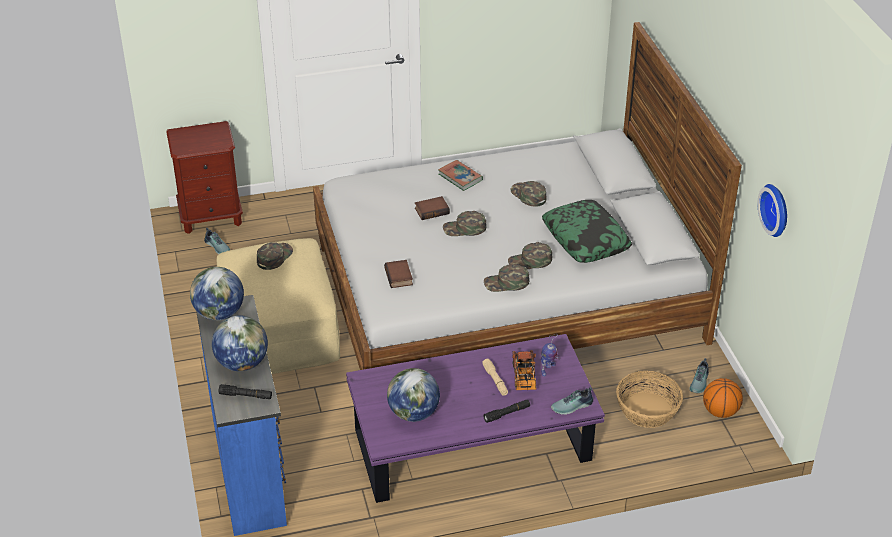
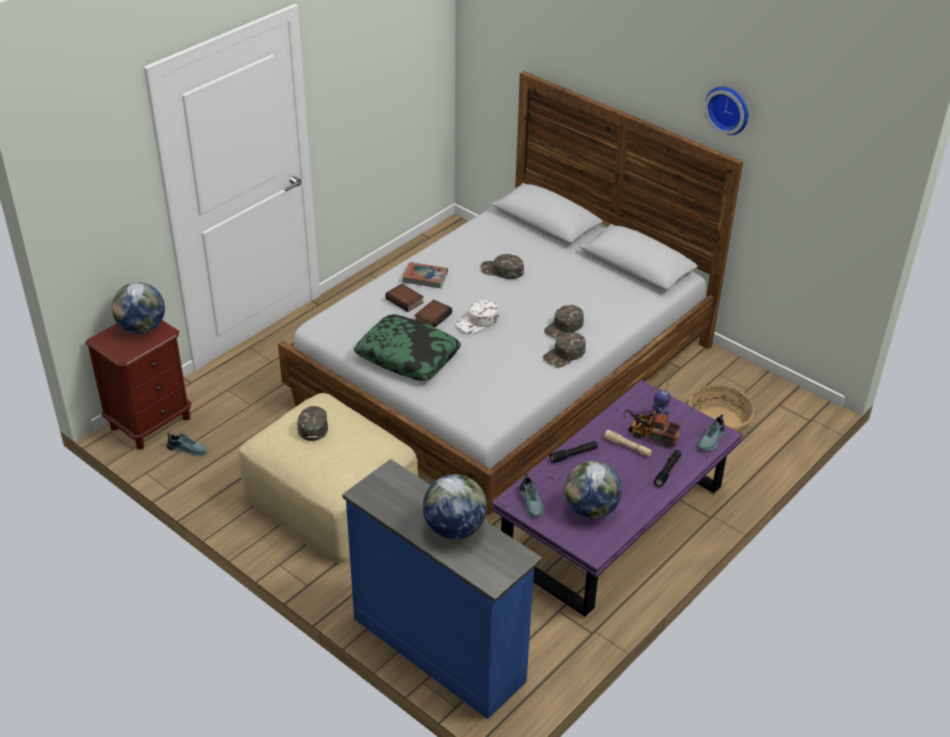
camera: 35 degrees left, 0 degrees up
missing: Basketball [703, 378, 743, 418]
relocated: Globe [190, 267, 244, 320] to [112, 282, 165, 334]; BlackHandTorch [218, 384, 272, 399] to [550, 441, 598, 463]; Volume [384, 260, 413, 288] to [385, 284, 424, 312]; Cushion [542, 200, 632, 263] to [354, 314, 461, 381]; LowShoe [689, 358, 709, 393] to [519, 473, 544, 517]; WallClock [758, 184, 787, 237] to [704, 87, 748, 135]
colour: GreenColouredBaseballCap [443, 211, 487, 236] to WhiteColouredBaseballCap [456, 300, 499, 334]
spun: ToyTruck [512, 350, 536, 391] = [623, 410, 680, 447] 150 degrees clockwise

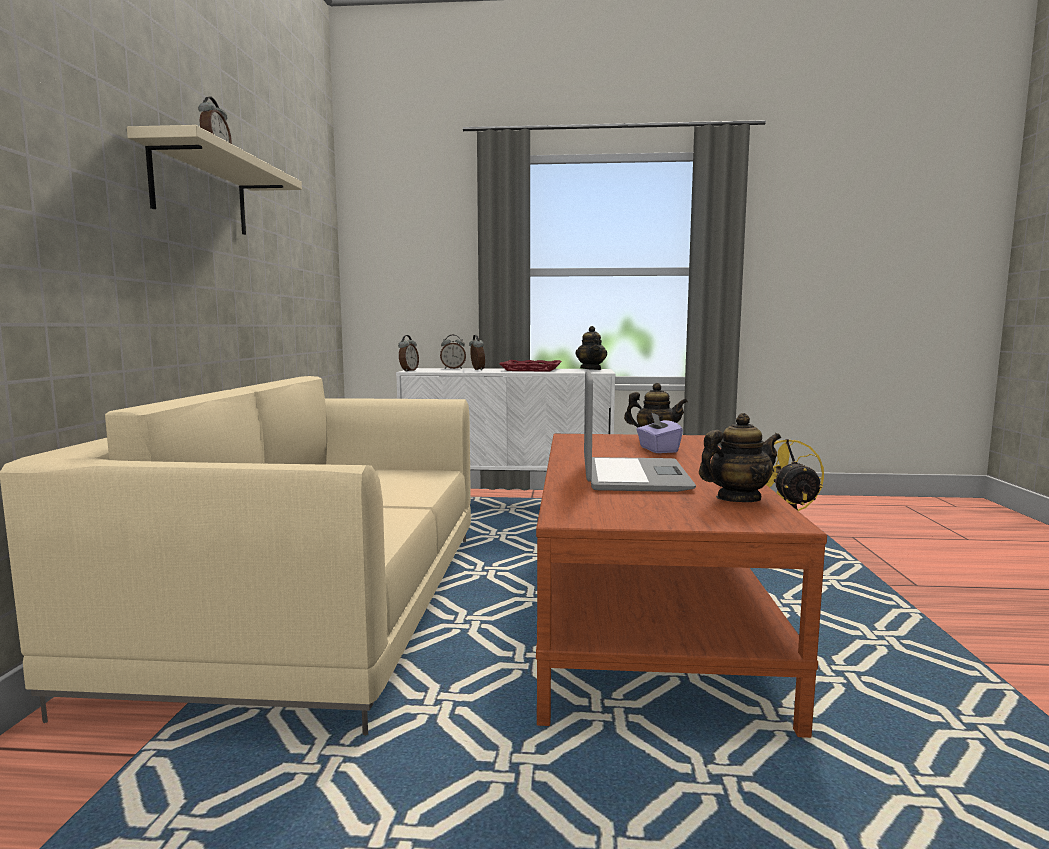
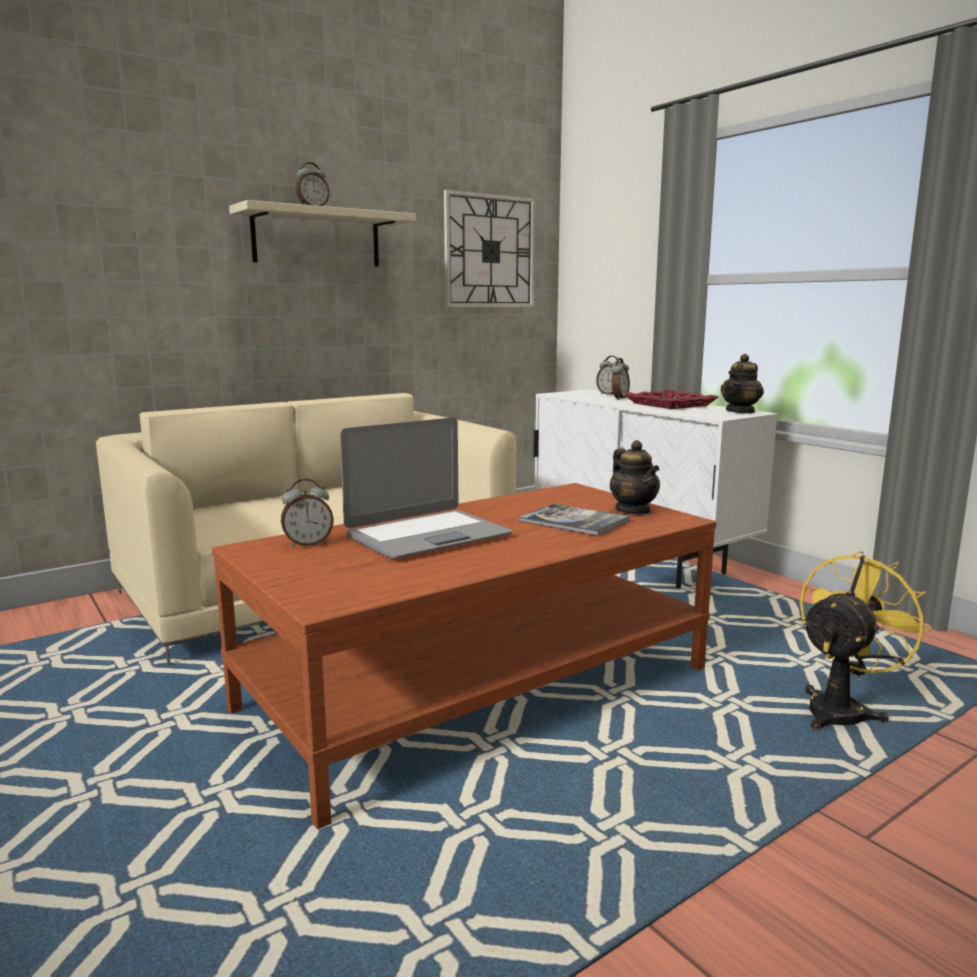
camera: 50 degrees right, 5 degrees up
missing: Teapot [699, 413, 781, 502]
appeared: WallClock [444, 189, 535, 307]
relocated: TableClock [398, 335, 419, 372] to [281, 479, 334, 547]
exchanged: PurplishTissueBox [636, 412, 683, 453] to Volume [519, 504, 630, 536]

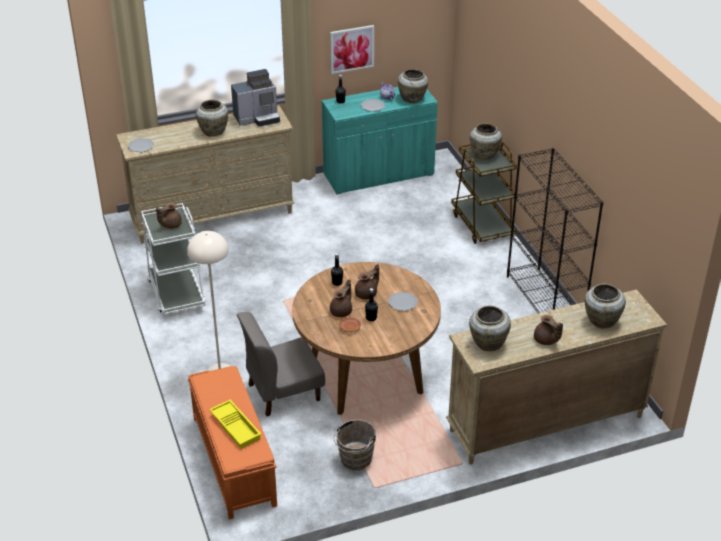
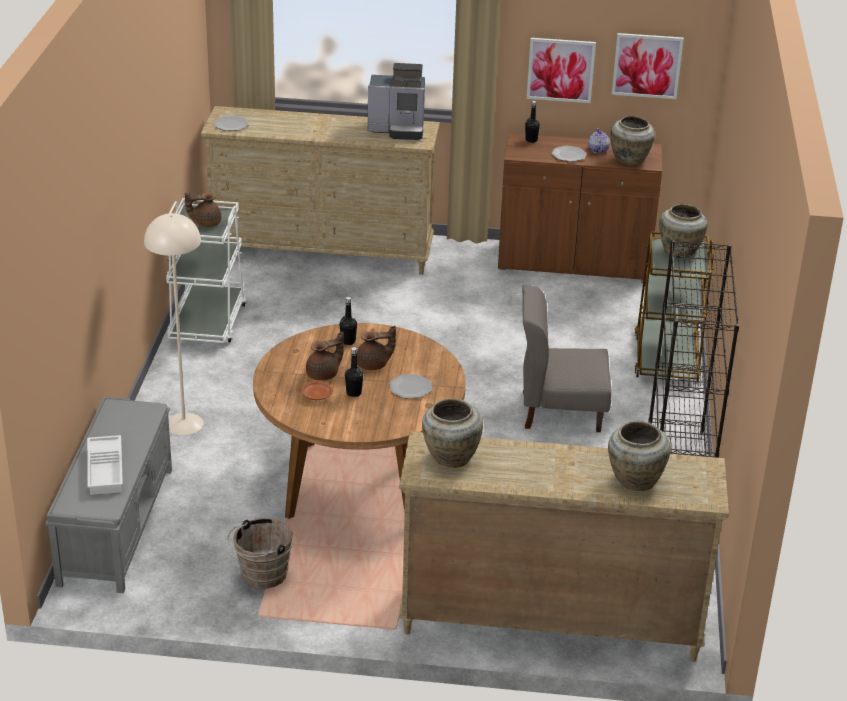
camera: 25 degrees right, 5 degrees down
missing: SandColouredVase [196, 100, 228, 137]; BrownTeapot [534, 315, 563, 345]
appeared: WallPicture [612, 33, 684, 99]
relocated: GrayPlainChair [237, 312, 325, 416] to [522, 284, 611, 432]
colour: OrangeLongSeat [188, 366, 277, 519] to GrayLongSeat [45, 397, 172, 593]; YellowCarryingTray [209, 400, 261, 449] to WhiteColouredCarryingTray [87, 435, 123, 495]; BlueGreenStorageCabinet [322, 87, 438, 195] to BrownStorageCabinet [498, 133, 662, 281]

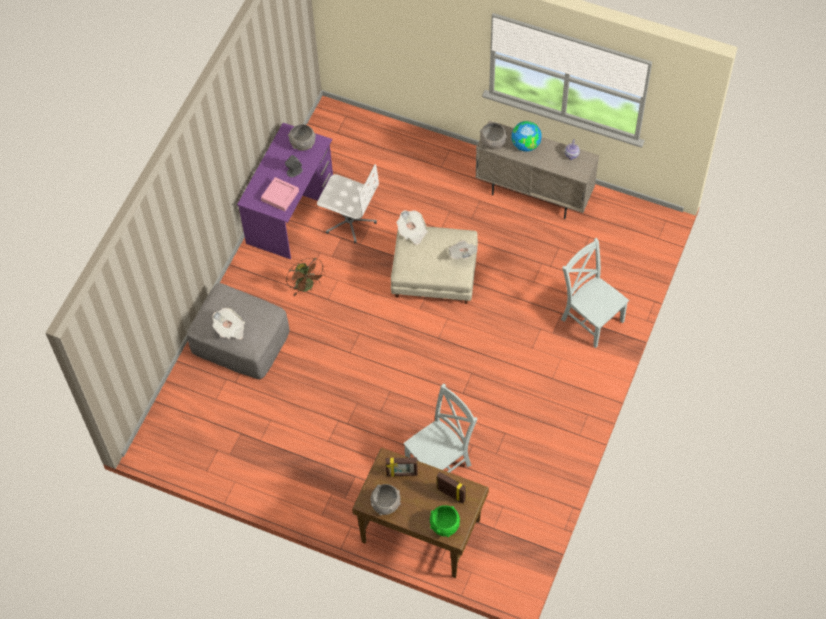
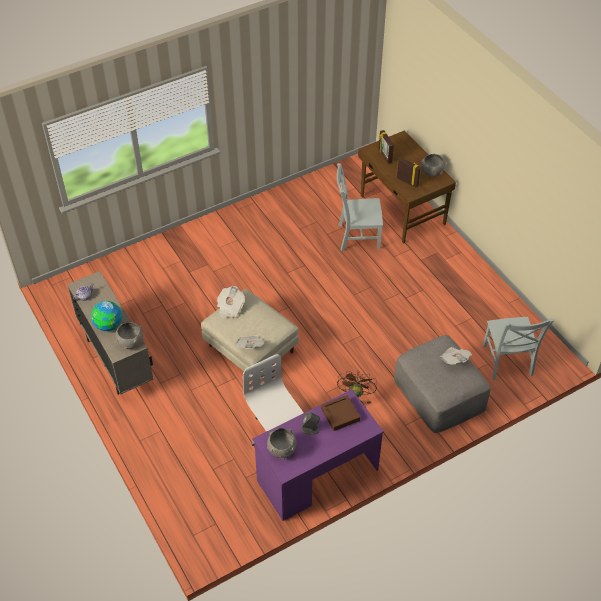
camera: 145 degrees left, 10 degrees down
missing: GreenColouredBowl [430, 505, 460, 537]
relocated: GrayPlainChair [561, 238, 629, 348] to [483, 317, 554, 380]
colour: PinkColouredCarryingTray [261, 177, 299, 211] to BrownCarryingTray [321, 395, 360, 431]

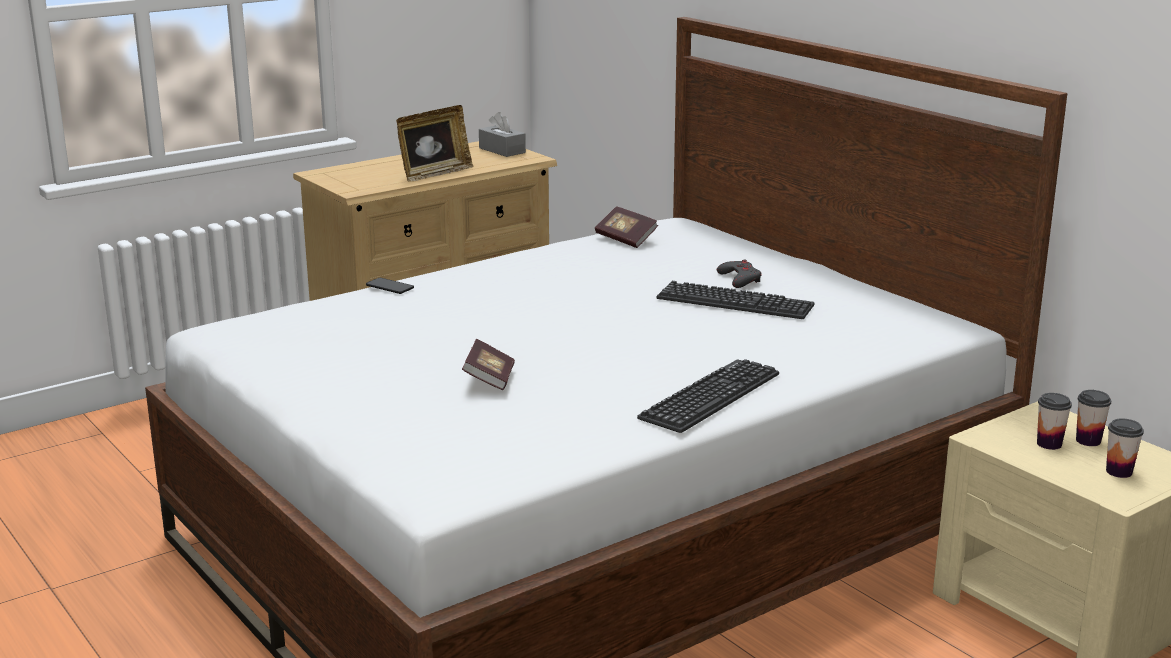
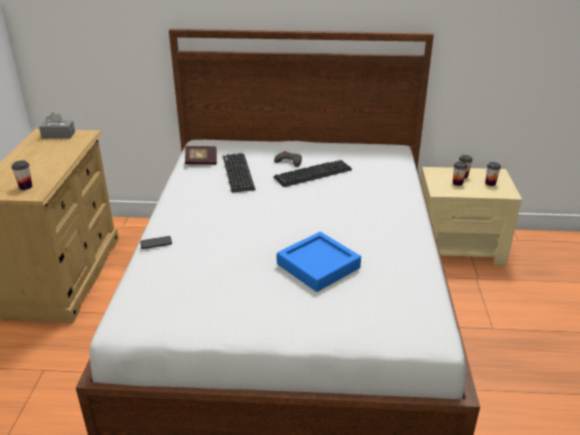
camera: 50 degrees left, 10 degrees up
missing: PictureFrame [396, 105, 473, 182]
appeared: DrinkingCup [11, 160, 32, 190]
relocated: ComputerKeyboard [637, 359, 779, 433] to [223, 153, 255, 192]
exchanged: Volume [462, 339, 515, 390] to BlueCarryingTray [277, 232, 361, 292]

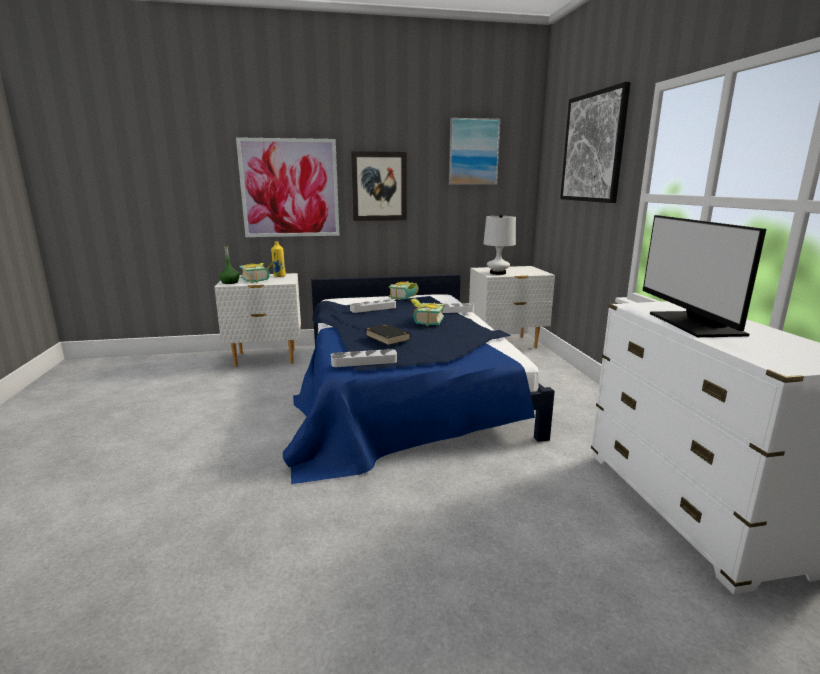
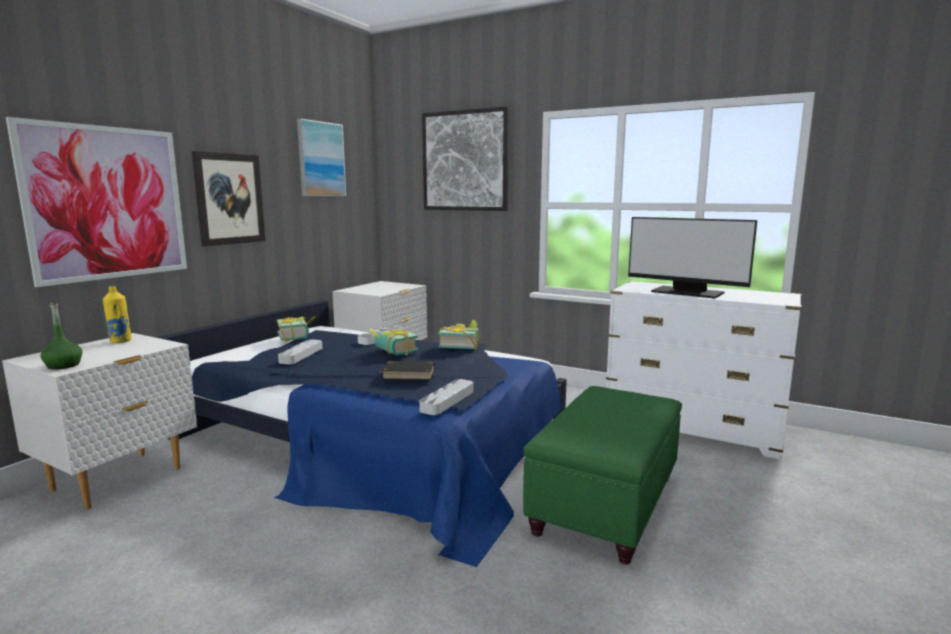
camera: 50 degrees left, 5 degrees down
missing: WhiteColouredLampForATable [483, 214, 516, 275]
appeared: GreenColouredPouffe [523, 386, 682, 565]
relocated: Volume [240, 262, 275, 283] to [438, 320, 479, 350]

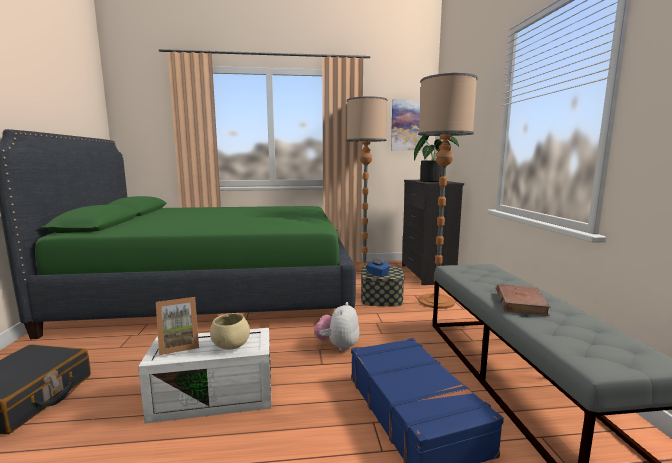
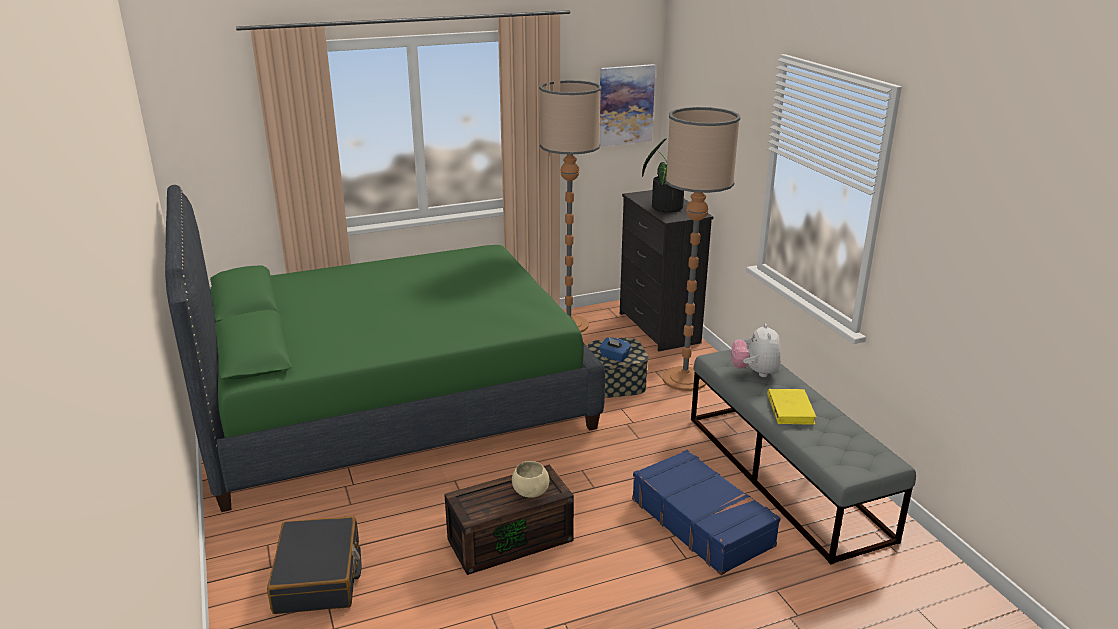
camera: 15 degrees left, 15 degrees up
missing: PictureFrame [156, 297, 199, 355]
relocated: CuddlyToy [314, 302, 359, 351] to [731, 324, 781, 377]
colour: WhiteColouredStorageBox [138, 328, 271, 423] to BrownStorageBox [444, 465, 574, 575]; BrownVolume [496, 284, 551, 316] to YellowVolume [767, 389, 817, 425]

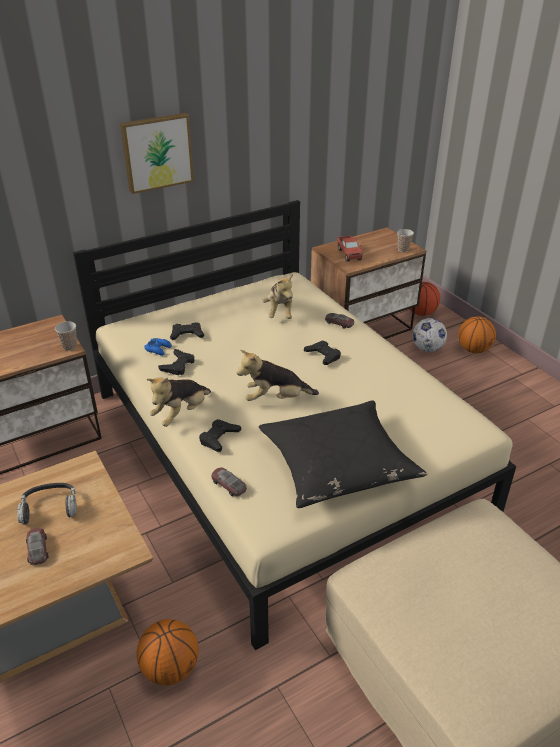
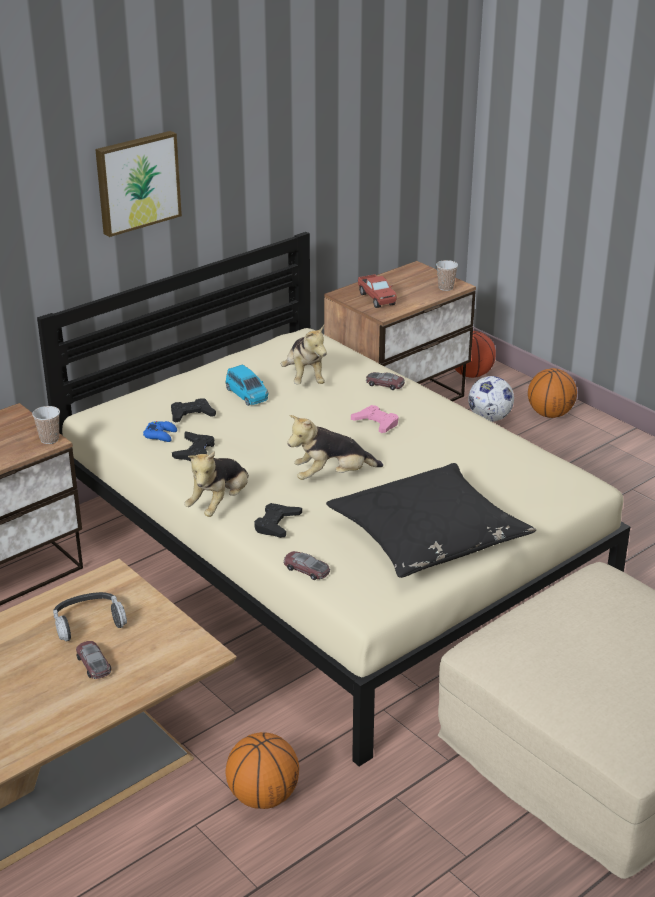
camera: 10 degrees left, 5 degrees down
appeared: BlueModelCar [226, 364, 268, 406]
colour: BlackGamepad [304, 341, 341, 365] to PinkColouredGamepad [351, 405, 399, 433]

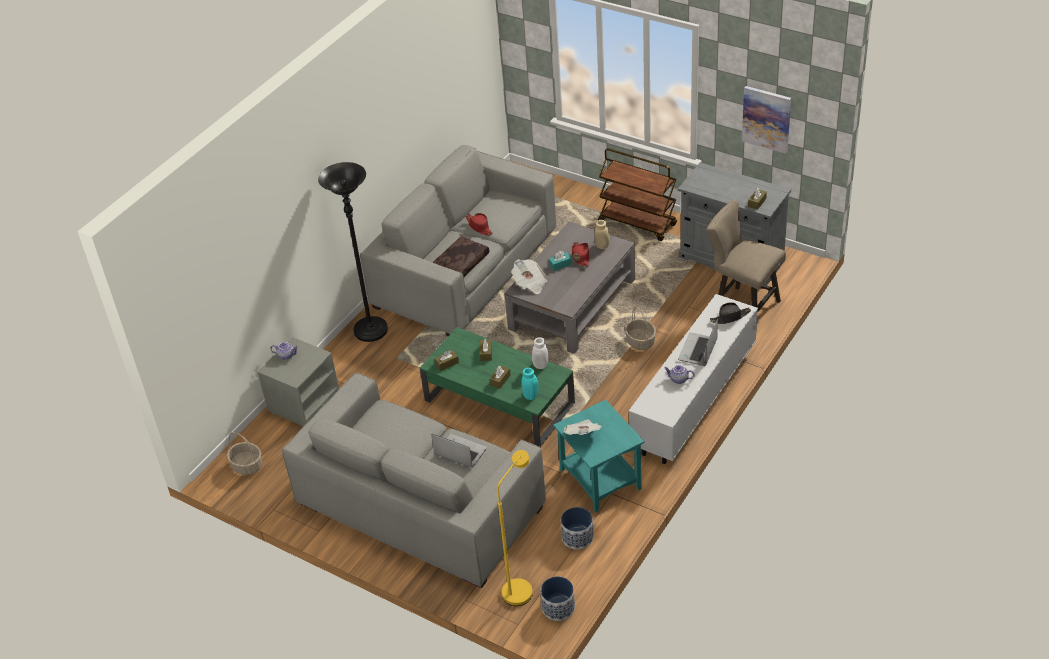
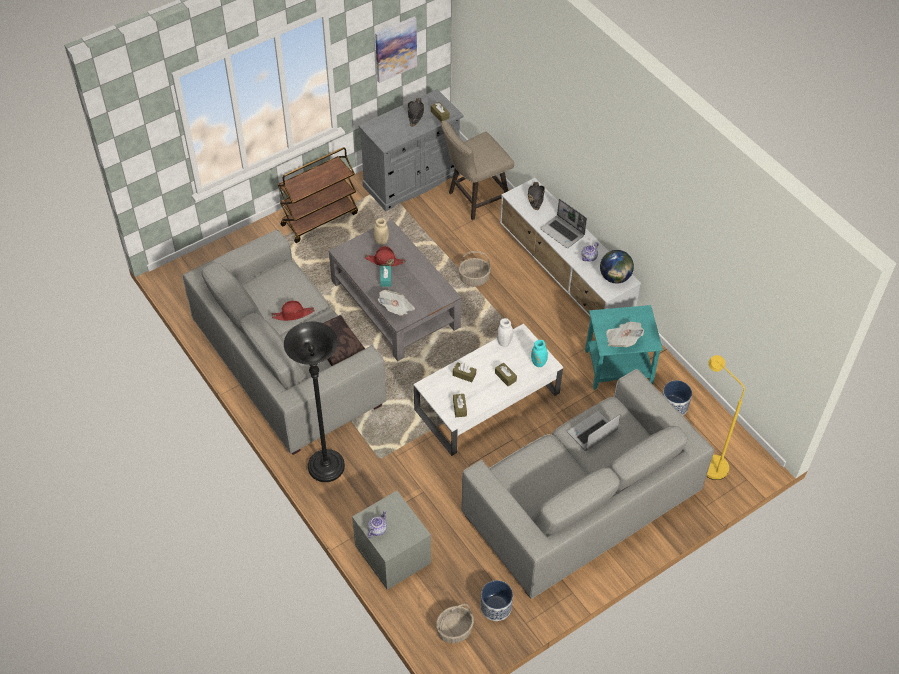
camera: 70 degrees left, 10 degrees up
appeared: BlackHat [407, 98, 424, 126]; Globe [600, 250, 634, 283]
relocated: PlantPot [540, 576, 575, 621] to [481, 580, 513, 621]
colour: GreenColouredLoungeTable [420, 327, 575, 447] to WhiteColouredLoungeTable [414, 324, 563, 456]

